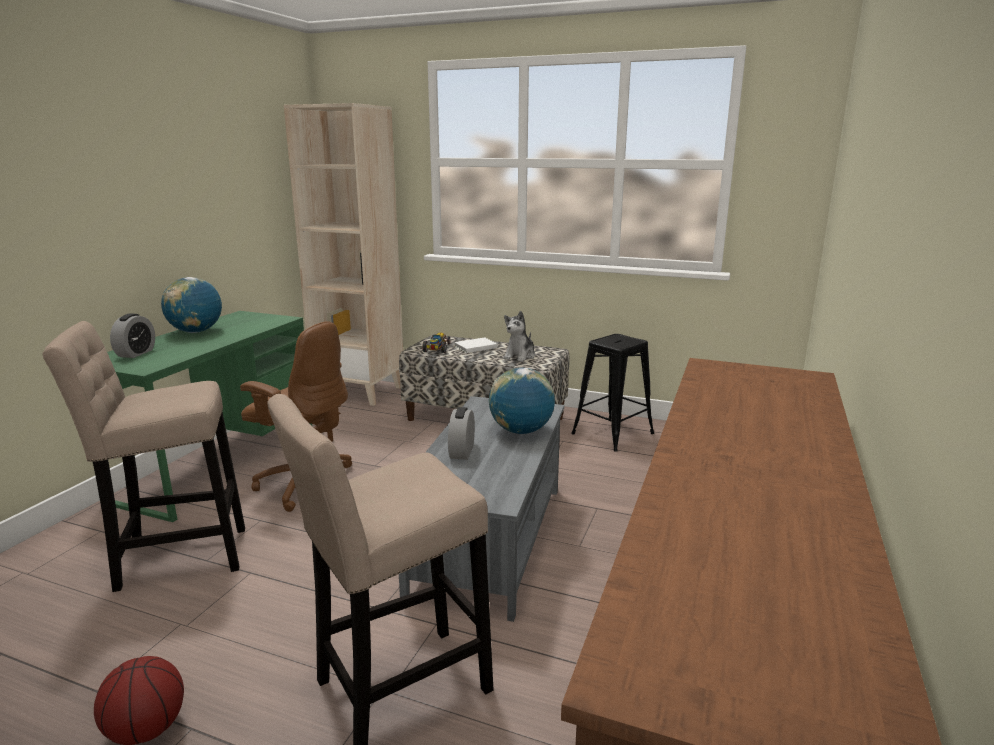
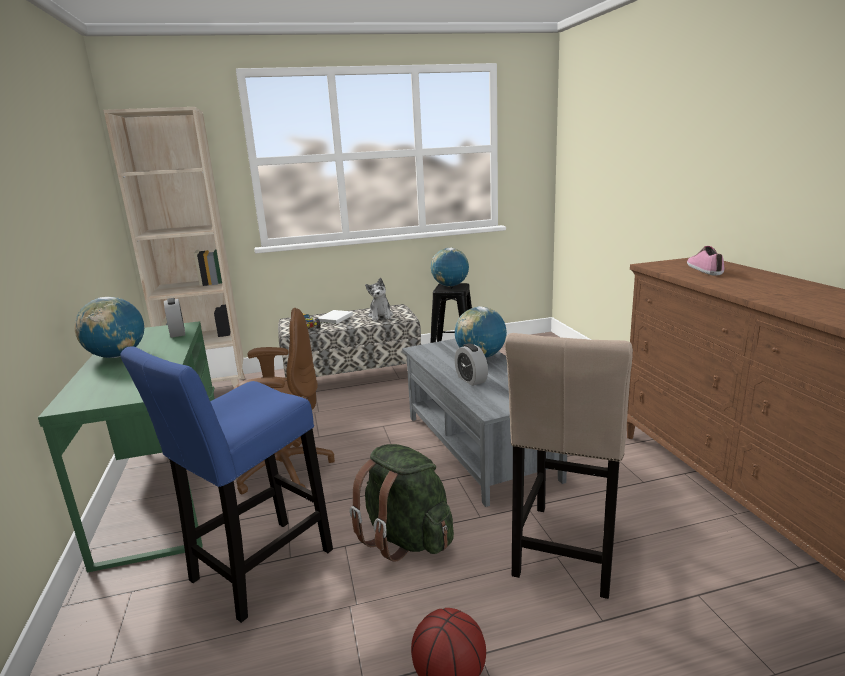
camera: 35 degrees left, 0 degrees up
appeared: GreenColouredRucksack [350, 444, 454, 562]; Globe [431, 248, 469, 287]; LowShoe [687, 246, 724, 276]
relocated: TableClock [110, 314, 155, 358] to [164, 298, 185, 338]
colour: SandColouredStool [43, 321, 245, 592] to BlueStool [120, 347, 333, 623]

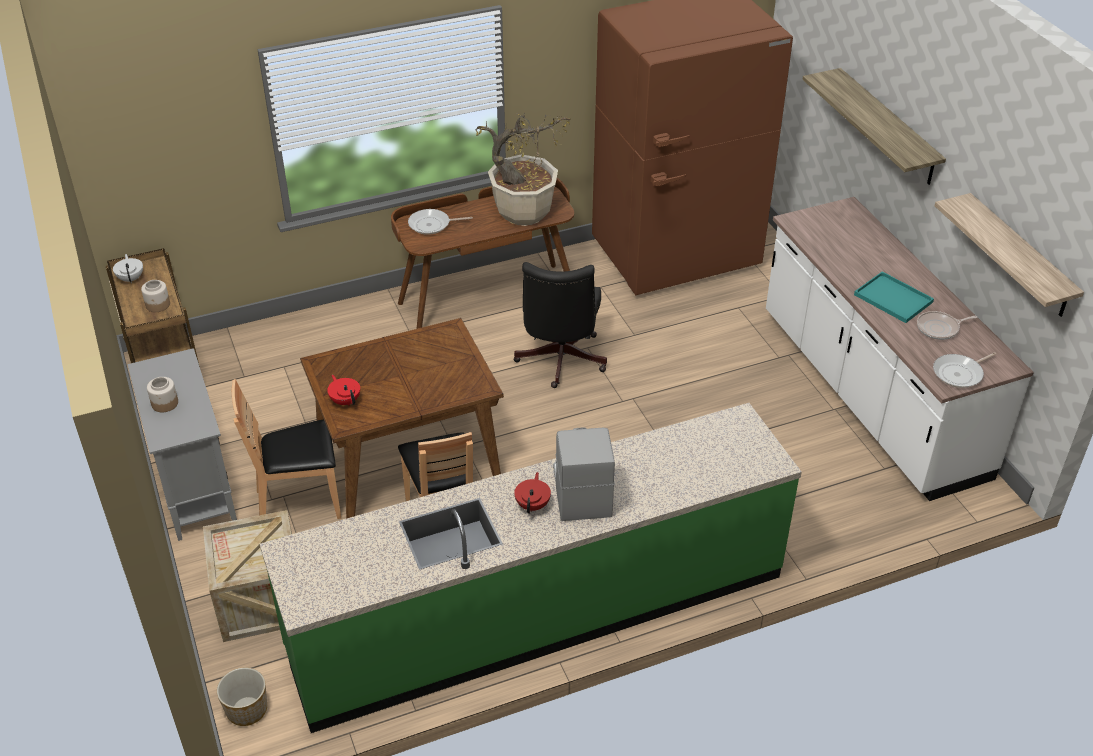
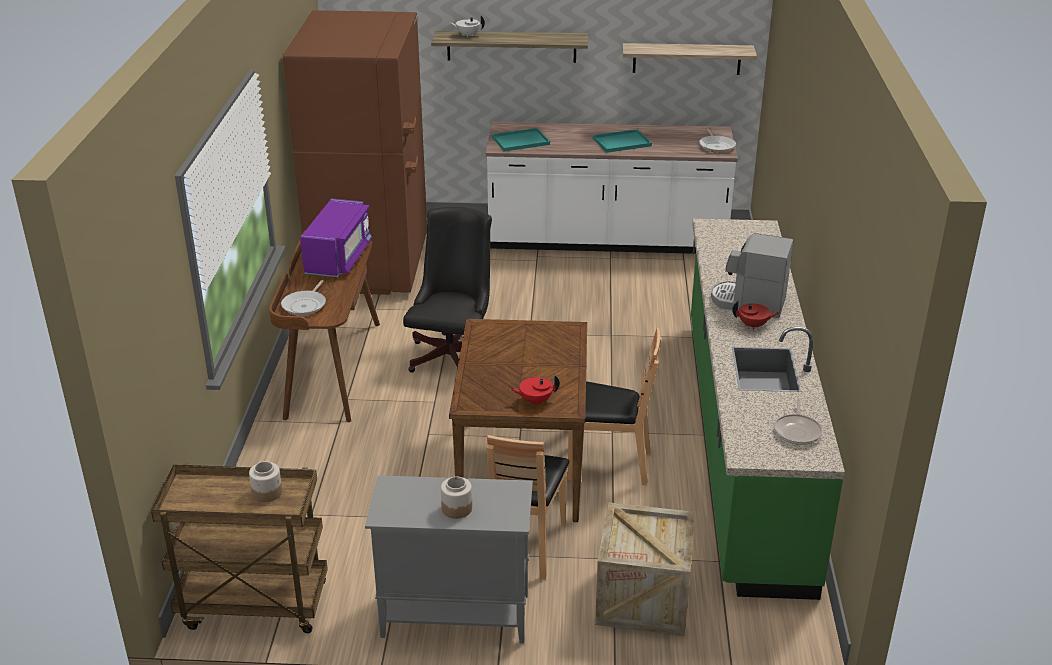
camera: 65 degrees left, 10 degrees down
missing: PlantPot [217, 667, 267, 726]
appeared: BlueGreenCarryingTray [492, 128, 550, 151]
relocated: WhiteColouredTeapot [113, 254, 143, 283] to [449, 15, 485, 37]; Skillet [917, 311, 978, 340] to [774, 399, 823, 445]
exchanged: Houseplant [475, 113, 571, 226] to PurplishMicrowaveOven [300, 198, 372, 277]
spun: BlackDeskChair [513, 262, 607, 388] = [403, 207, 492, 373] 105 degrees counterclockwise; RedTeapot [514, 472, 551, 514] = [732, 301, 780, 330] 150 degrees clockwise

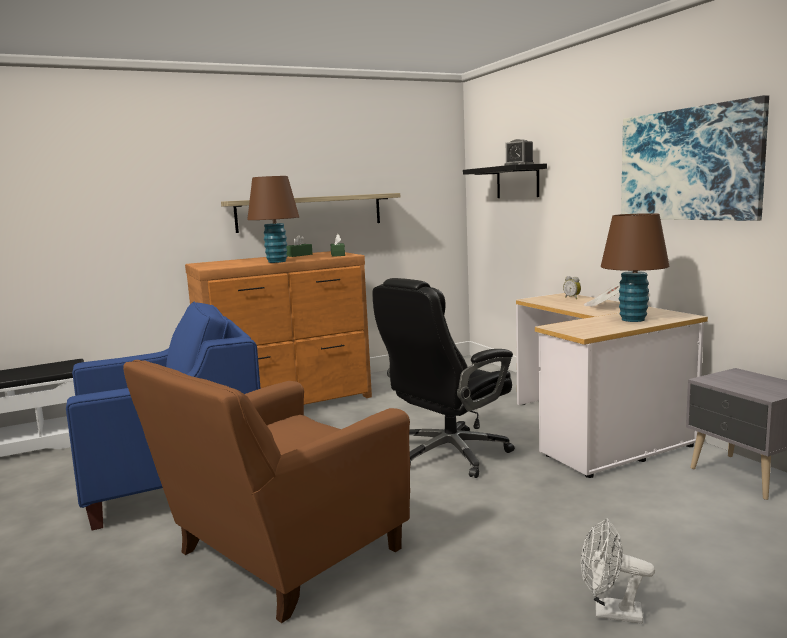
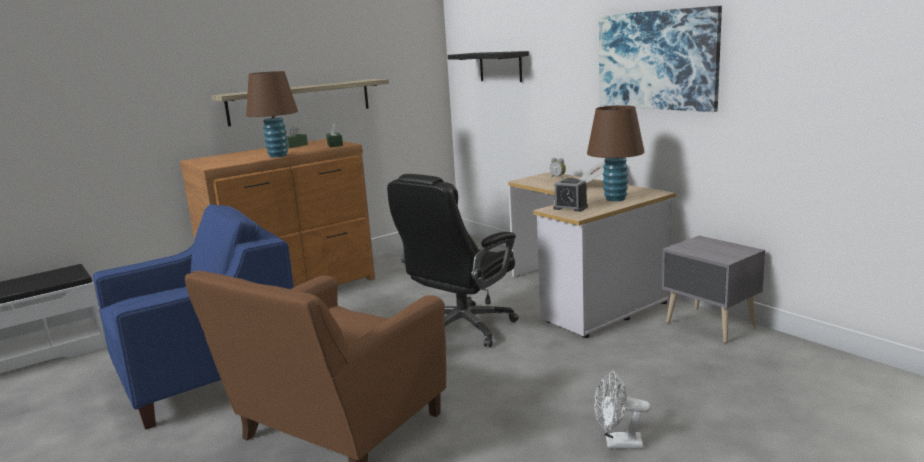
camera: 10 degrees left, 5 degrees up
relocated: TableClock [505, 139, 534, 165] to [553, 178, 588, 212]

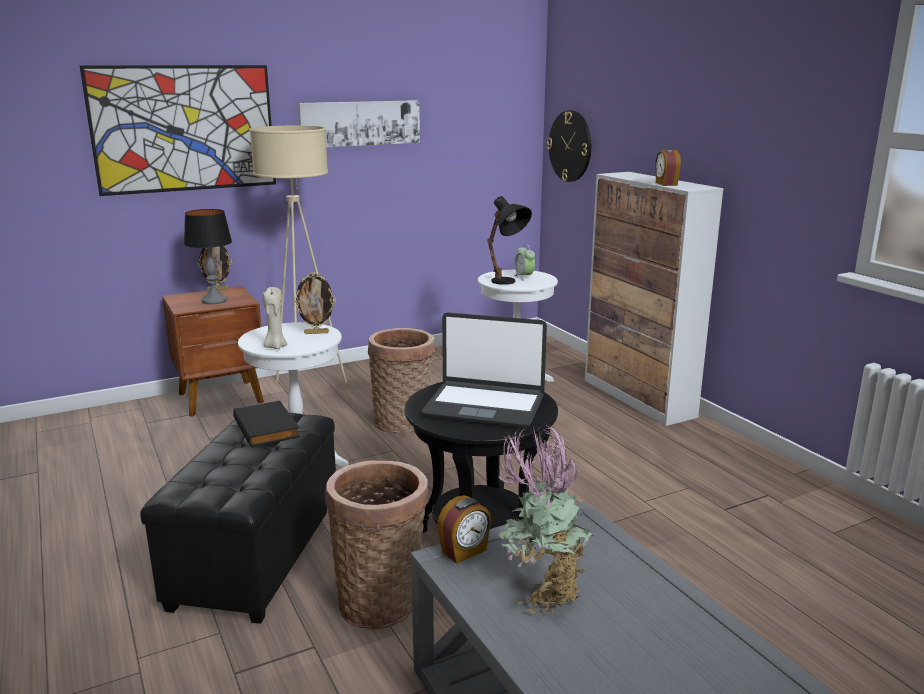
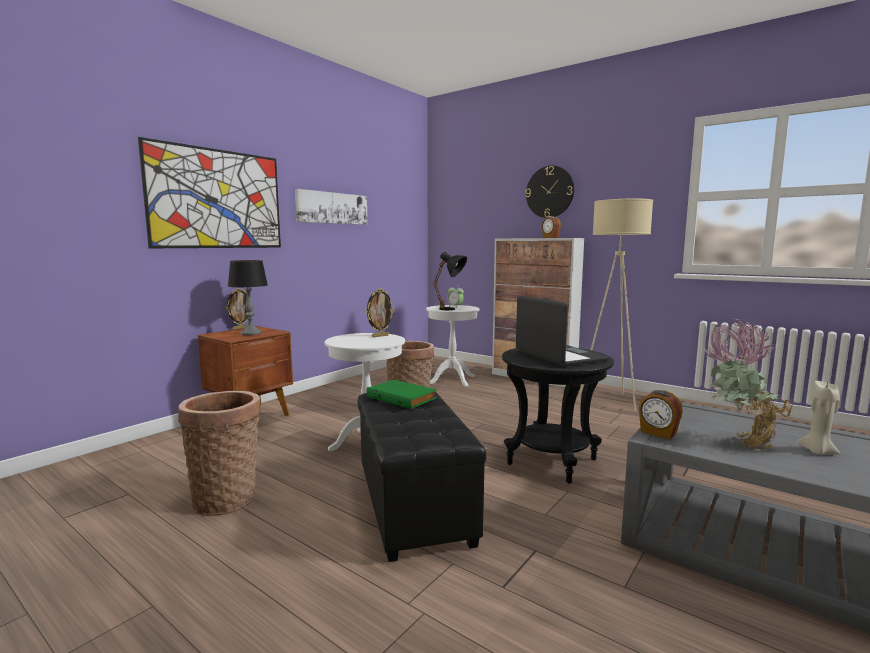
camera: 25 degrees left, 10 degrees down
relocated: SandColouredStandardLamp [249, 126, 347, 383] to [577, 199, 653, 411]; SandColouredWaxCandle [263, 287, 287, 349] to [797, 381, 841, 455]; StorageBasket [325, 461, 428, 629] to [178, 391, 261, 516]; WallClock [547, 110, 591, 182] to [526, 166, 574, 218]
colour: BlackVolume [233, 401, 300, 448] to GreenColouredVolume [366, 379, 437, 409]
spun: NotebookComputer [421, 312, 547, 428] = [516, 296, 610, 366] 105 degrees counterclockwise; TableClock [437, 495, 491, 564] = [638, 390, 683, 439] 105 degrees clockwise

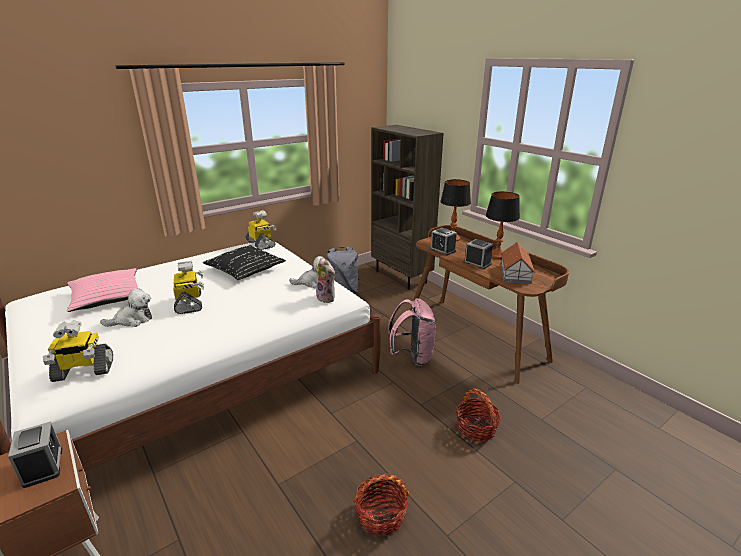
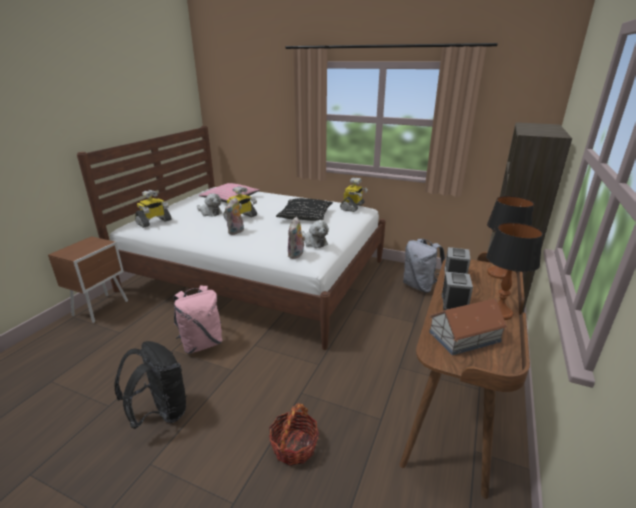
camera: 60 degrees right, 0 degrees up
missing: TableClock [8, 421, 62, 488]
appeared: CuddlyToy [225, 198, 244, 235]
relocated: PinkColouredRucksack [388, 298, 436, 366] to [174, 285, 223, 354]
exchanged: StorageBasket [353, 473, 410, 536] to BlackRucksack [114, 341, 187, 429]
spun: ToyRobot [43, 320, 113, 382] = [135, 190, 172, 228] 90 degrees counterclockwise

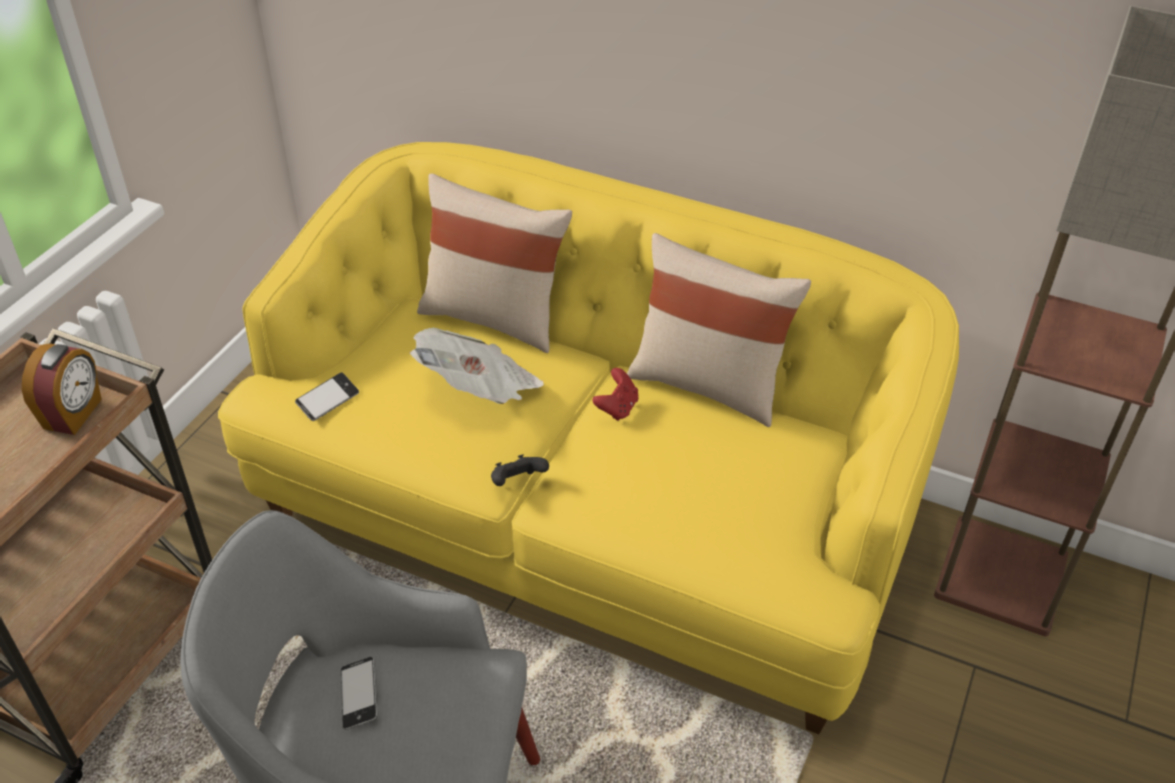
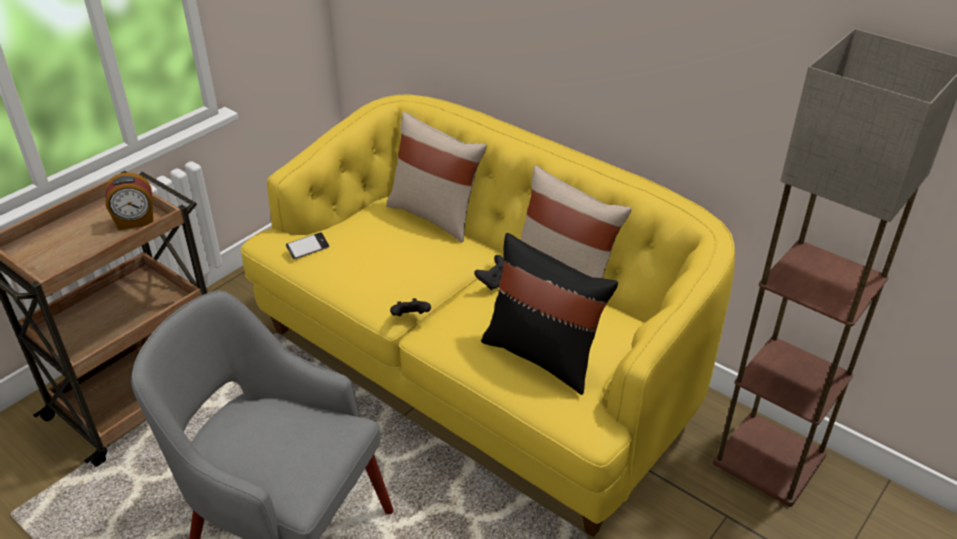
camera: 15 degrees right, 5 degrees down
missing: Telephone [341, 657, 377, 730]; PrintedPaper [410, 328, 544, 404]
appeared: BlackCushion [481, 233, 618, 395]
colour: RedGamepad [592, 368, 639, 421] to BlackGamepad [474, 255, 504, 290]
spun: TableClock [22, 343, 102, 435] = [105, 173, 153, 230] 45 degrees clockwise

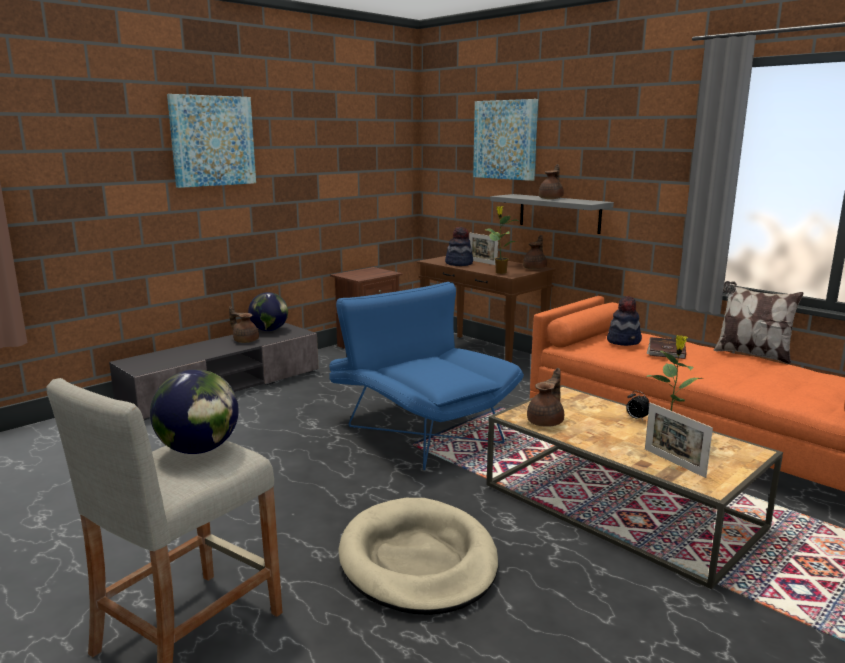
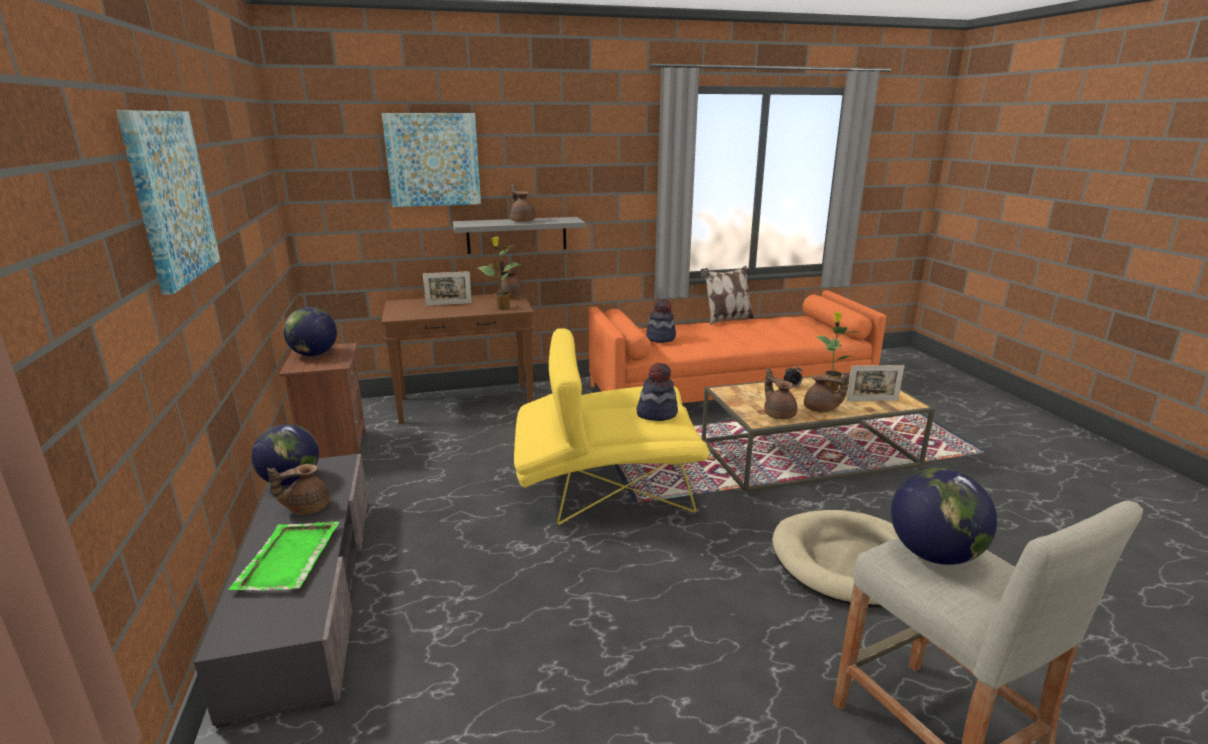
camera: 60 degrees left, 5 degrees up
missing: BrownVolume [646, 337, 686, 359]
appeared: GreenColouredCarryingTray [228, 522, 339, 590]; Globe [283, 307, 337, 356]; BrownTeapot [804, 373, 850, 413]
relocated: Hat [445, 227, 473, 266] to [636, 363, 678, 421]
colour: BlueArmchair [329, 282, 524, 470] to YellowArmchair [514, 328, 709, 525]

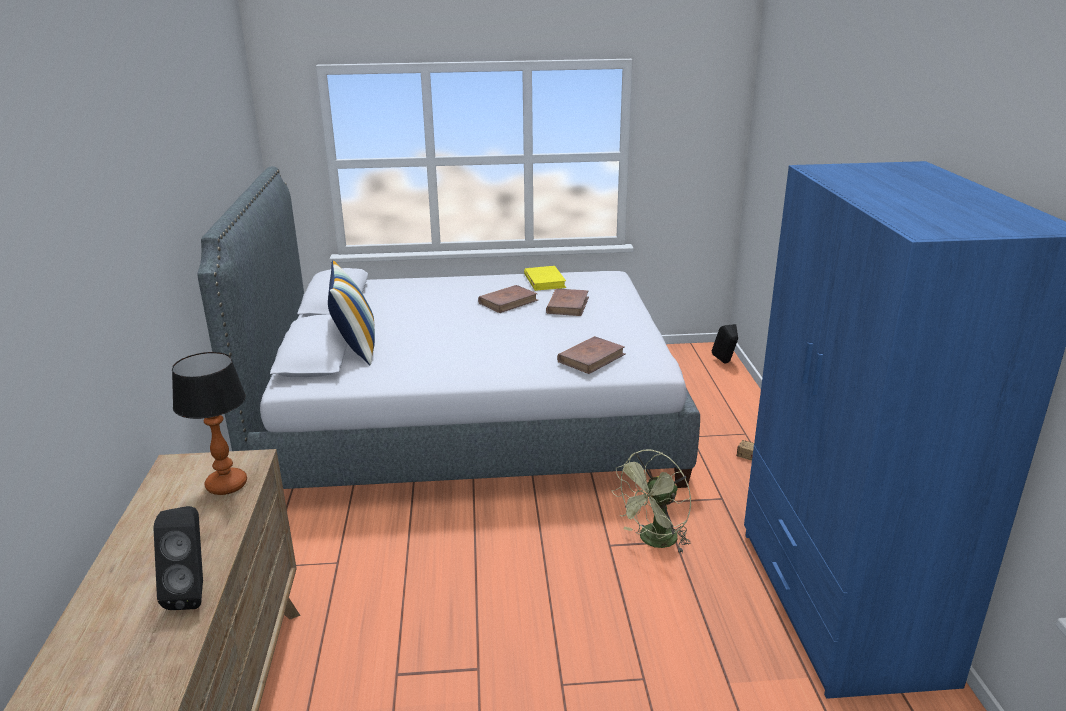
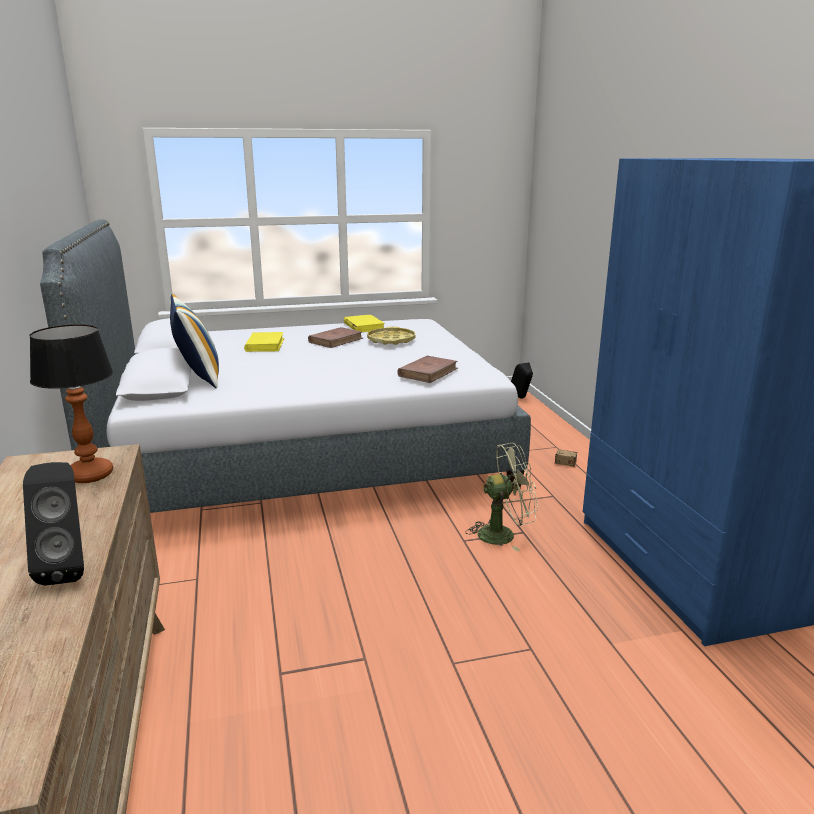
camera: 10 degrees left, 5 degrees down
appeared: YellowVolume [244, 332, 285, 352]
exchanged: BrownVolume [546, 289, 589, 316] to YellowCarryingTray [367, 327, 416, 345]
spun: GreenColouredFan [611, 449, 691, 554] = [465, 443, 539, 551] 135 degrees counterclockwise

